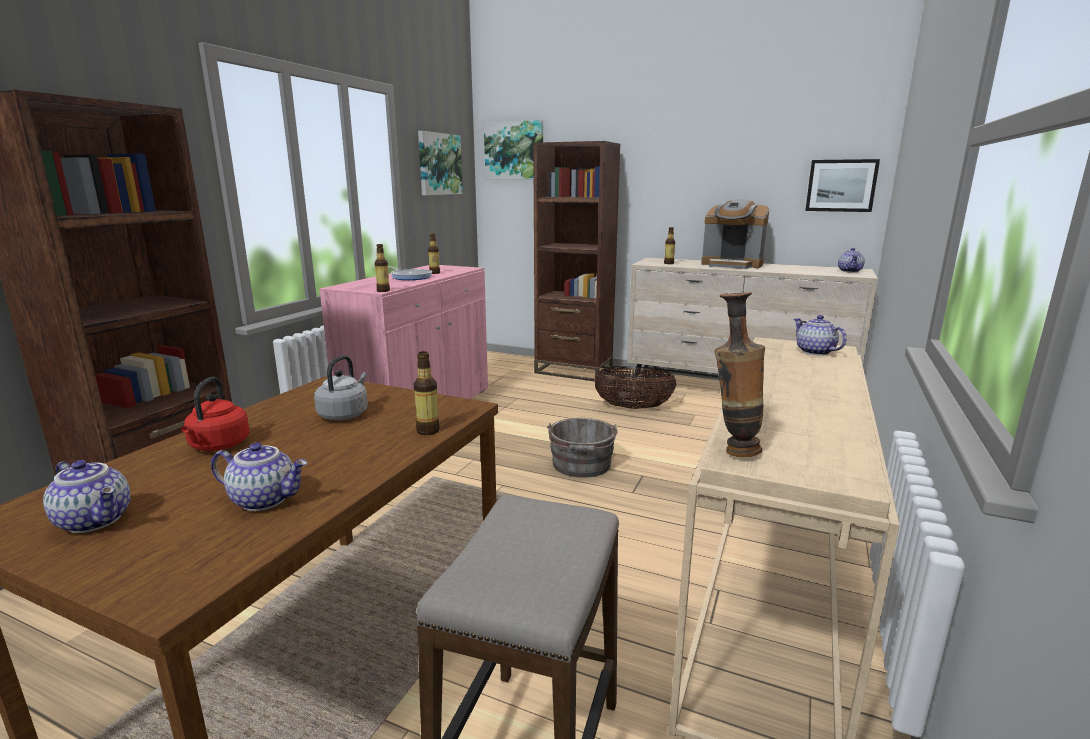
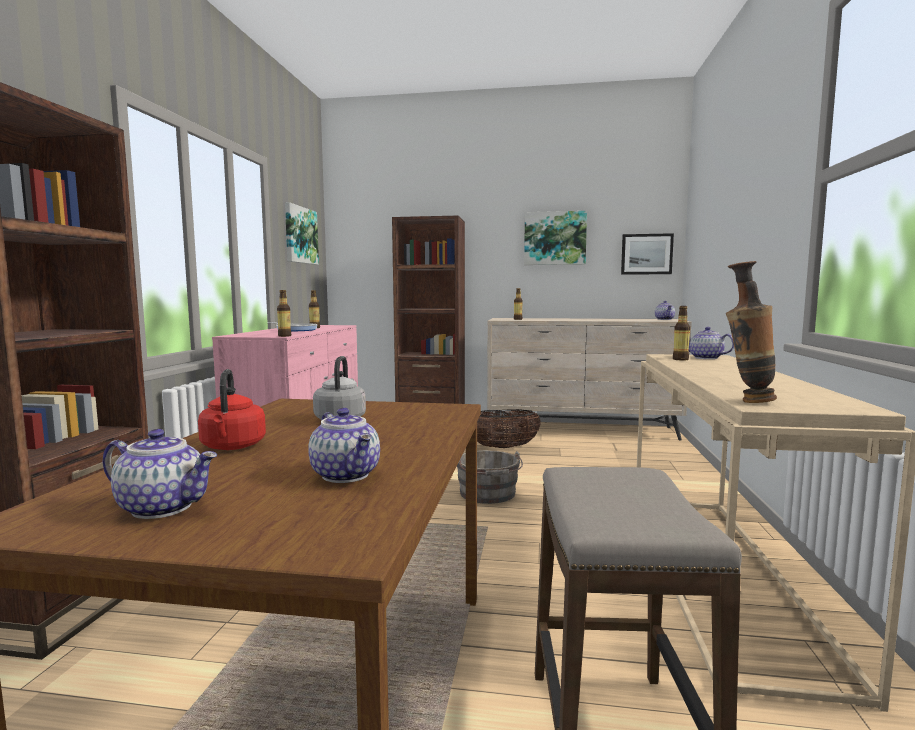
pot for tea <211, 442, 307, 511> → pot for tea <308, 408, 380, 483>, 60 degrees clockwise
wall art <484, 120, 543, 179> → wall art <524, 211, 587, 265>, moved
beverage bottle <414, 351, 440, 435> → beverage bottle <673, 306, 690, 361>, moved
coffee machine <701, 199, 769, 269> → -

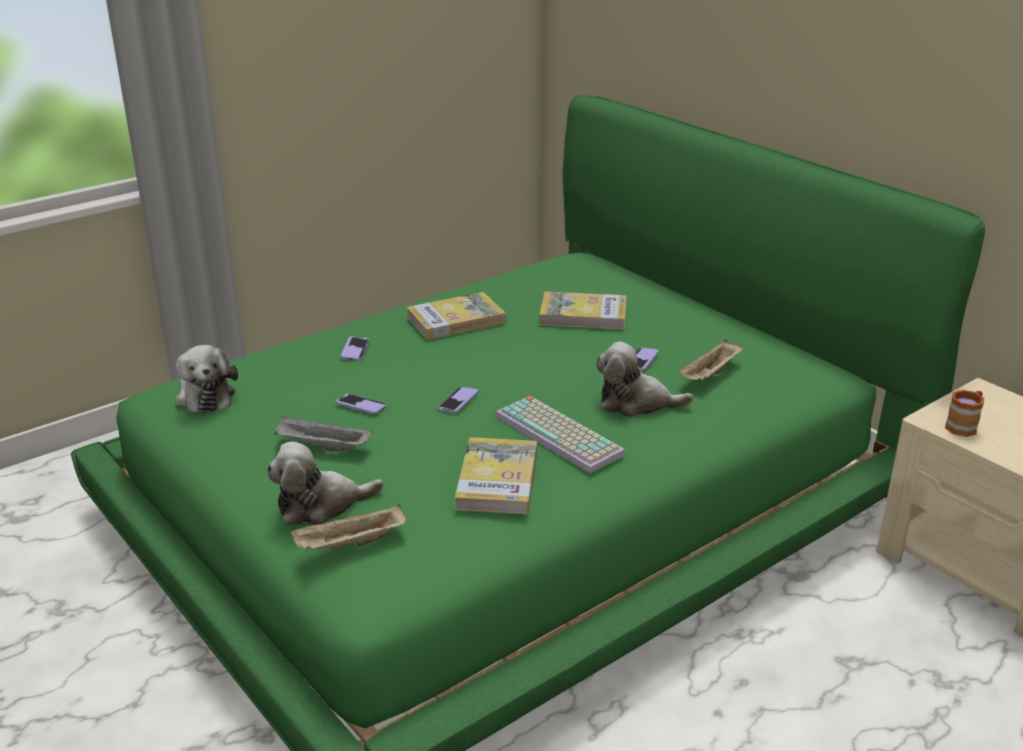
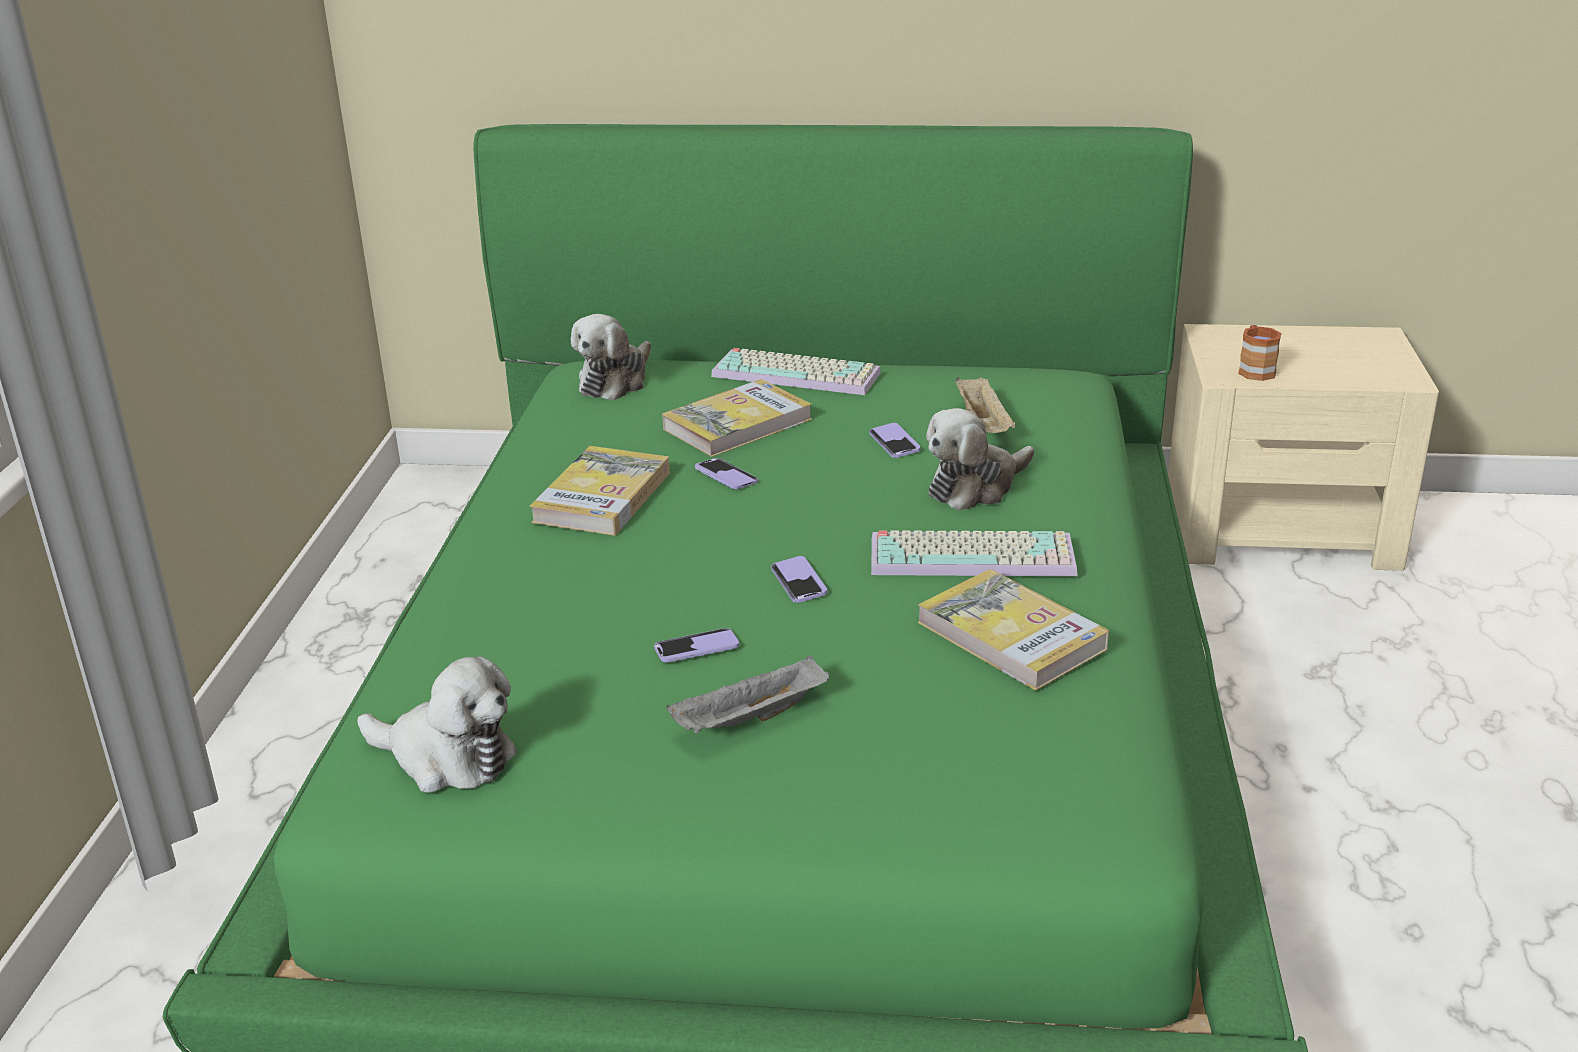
cuddly toy <266, 441, 384, 525> → cuddly toy <571, 314, 651, 400>, moved
telephone <341, 336, 370, 361> → telephone <695, 458, 758, 489>, moved
- → keyboard <711, 348, 881, 395>
serving tray in beige <291, 504, 407, 551> → -

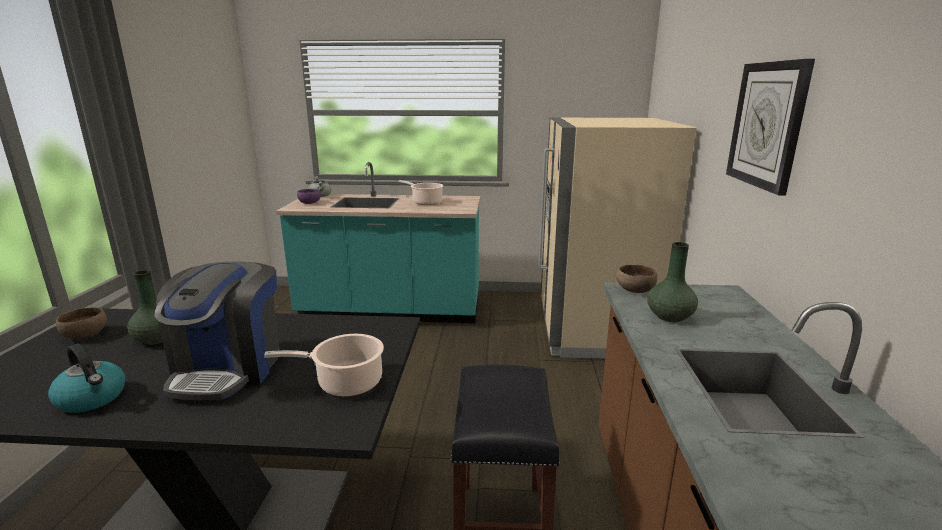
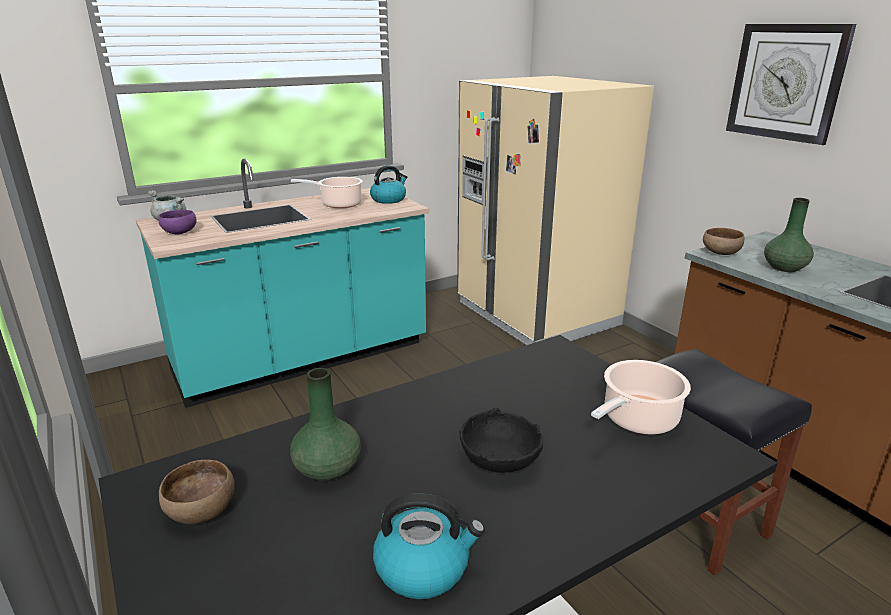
- → tea kettle <370, 165, 407, 204>
coffee machine <154, 261, 280, 400> → serving bowl in blackish <459, 407, 543, 473>

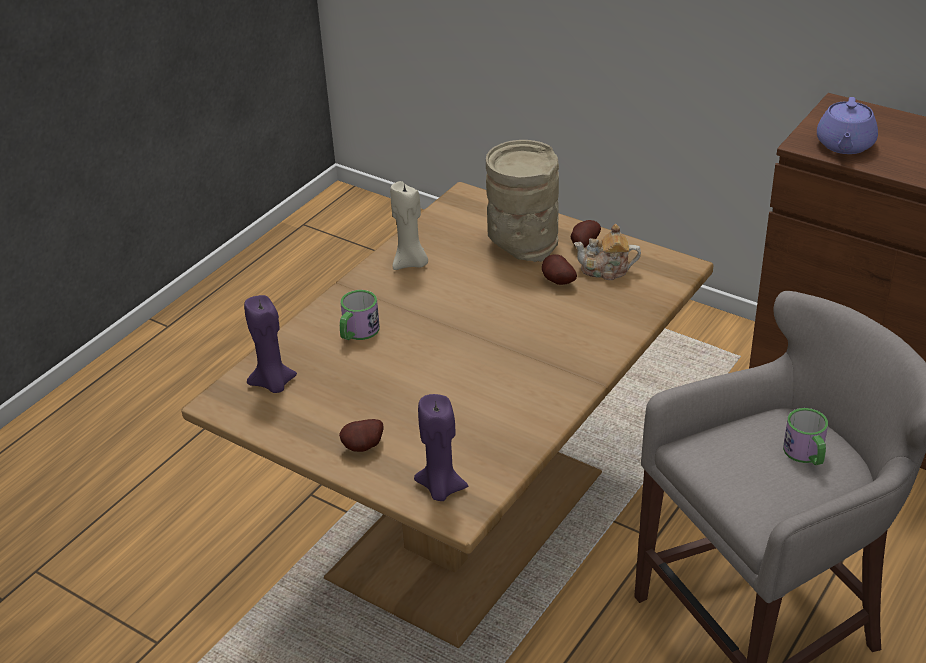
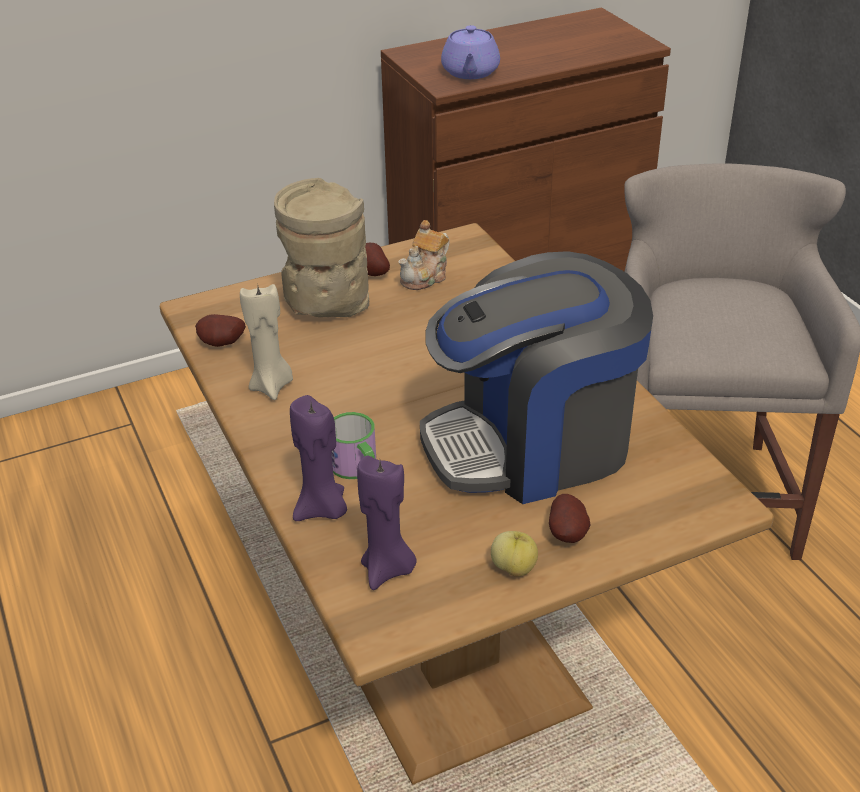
potato <542, 254, 577, 285> → potato <195, 314, 246, 347>, moved
candle in purple-coloured <414, 394, 468, 501> → candle in purple-coloured <290, 395, 347, 521>, moved
- → coffee machine <420, 251, 653, 504>
pot for tea in purple-coloured <817, 97, 878, 154> → pot for tea in purple-coloured <441, 25, 500, 79>, 45 degrees clockwise
- → apple fruit <491, 531, 538, 577>
tea mug <783, 408, 828, 465> → -

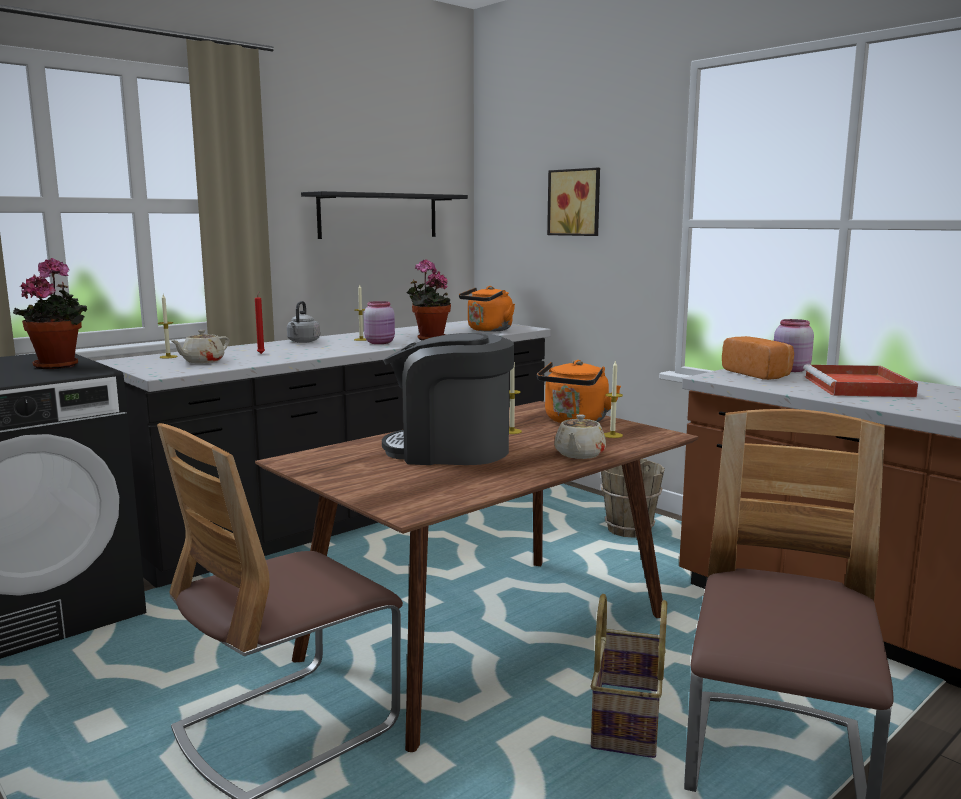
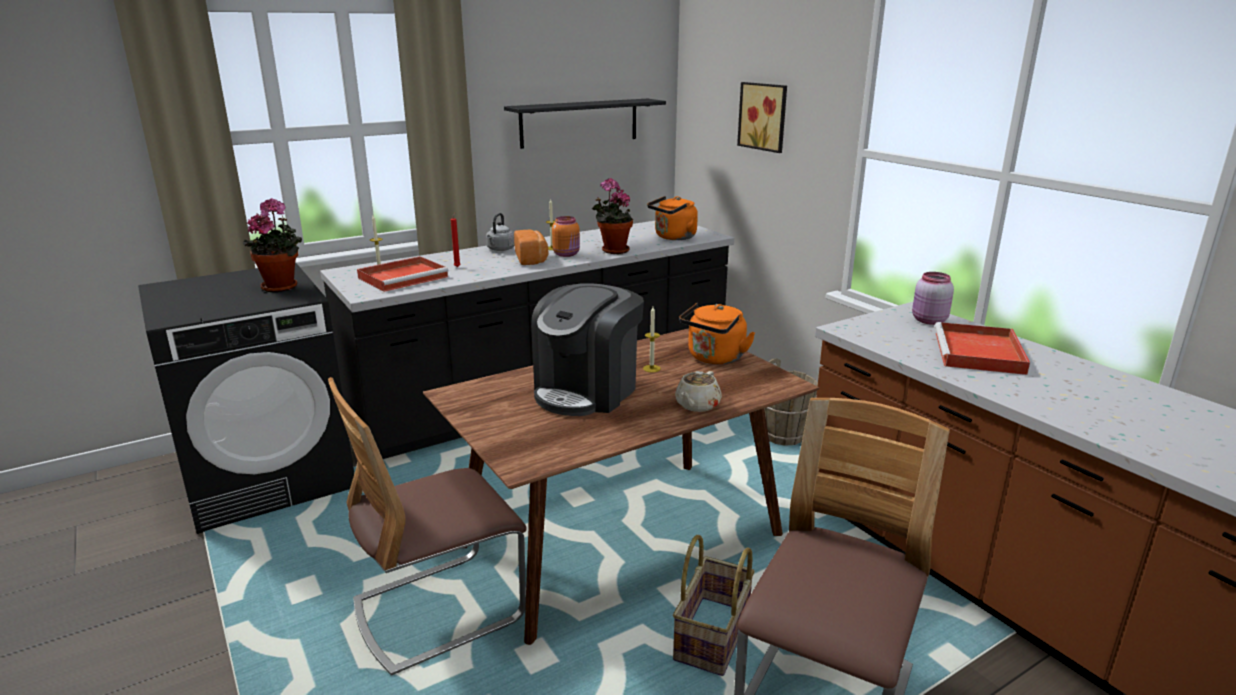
pot for tea in beige <170, 330, 229, 363> → serving tray in red <357, 256, 449, 292>
bread <722, 336, 794, 380> → bread <514, 229, 548, 265>, moved
coffee machine <382, 333, 514, 465> → coffee machine <531, 283, 644, 416>, 75 degrees counterclockwise
jar in pinkish <364, 301, 395, 344> → jar in orange-coloured <552, 216, 580, 257>
candle <604, 361, 623, 438> → -

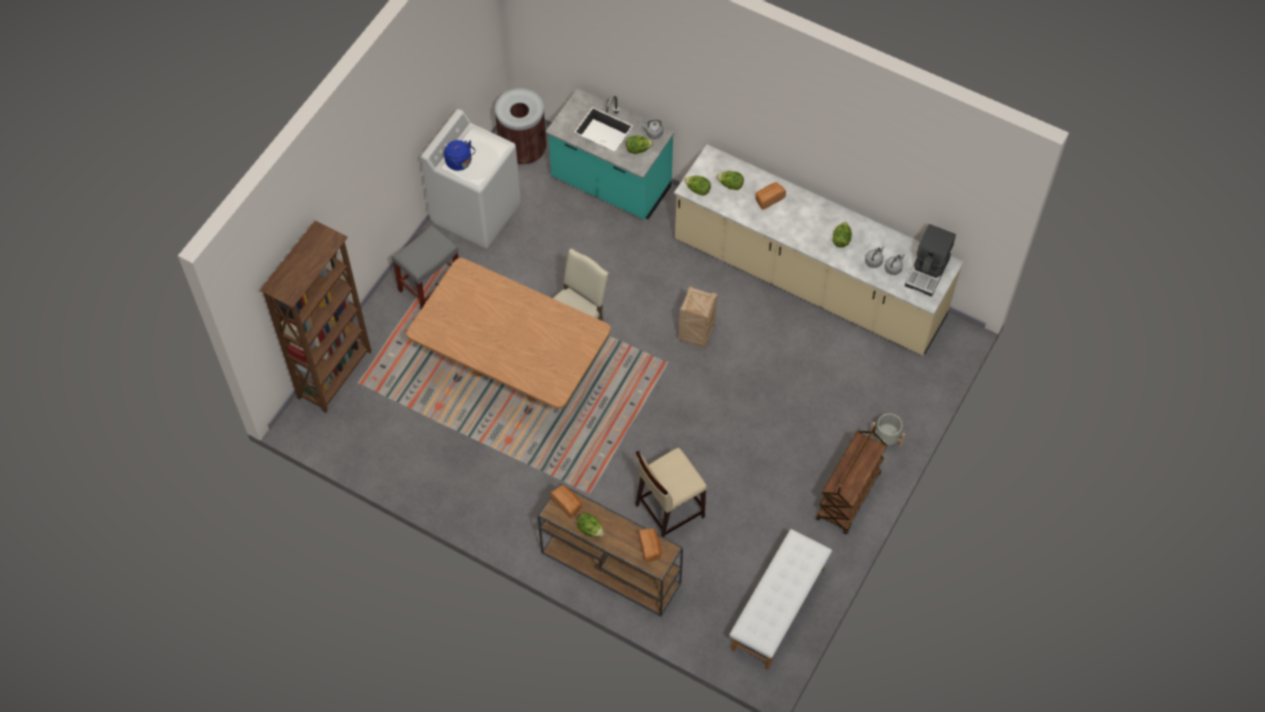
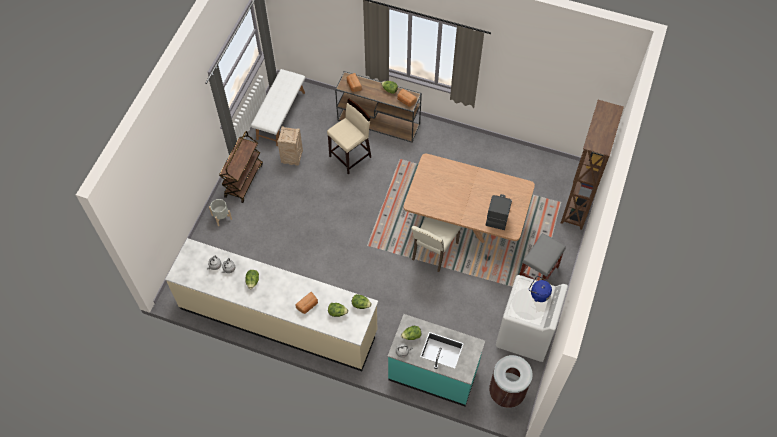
shipping crate <679, 286, 717, 349> → shipping crate <277, 126, 303, 166>, moved
coffee machine <905, 224, 956, 297> → coffee machine <486, 194, 512, 230>, moved

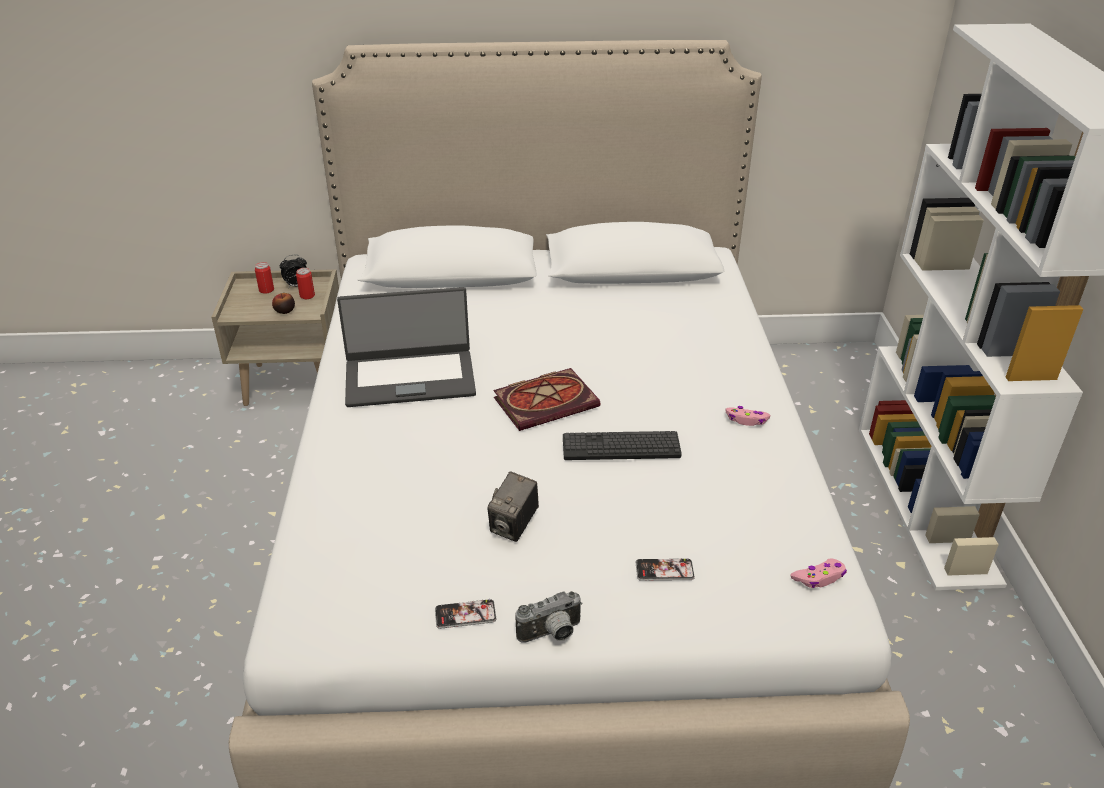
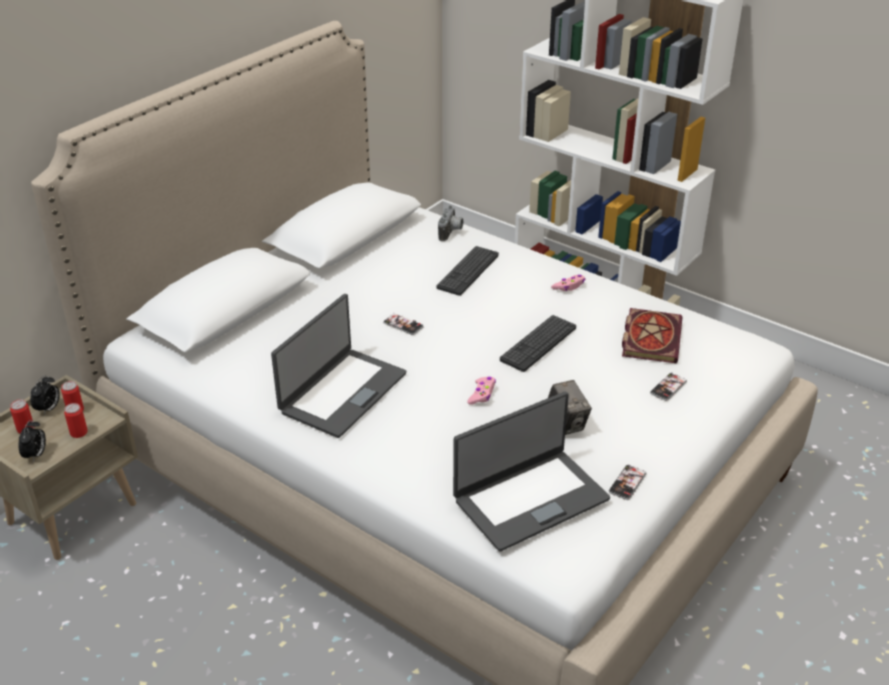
- → bedside clock <18, 420, 46, 462>
apple fruit <272, 293, 295, 314> → metal can <64, 403, 88, 438>
- → telephone <383, 313, 424, 335>
- → keyboard <436, 246, 499, 296>
still camera <516, 591, 583, 643> → still camera <438, 206, 463, 241>, moved
- → portable computer <453, 392, 610, 552>
game controller in pinkish <790, 559, 847, 588> → game controller in pinkish <467, 377, 496, 405>, moved
volume <493, 368, 600, 431> → volume <622, 308, 683, 363>, moved

